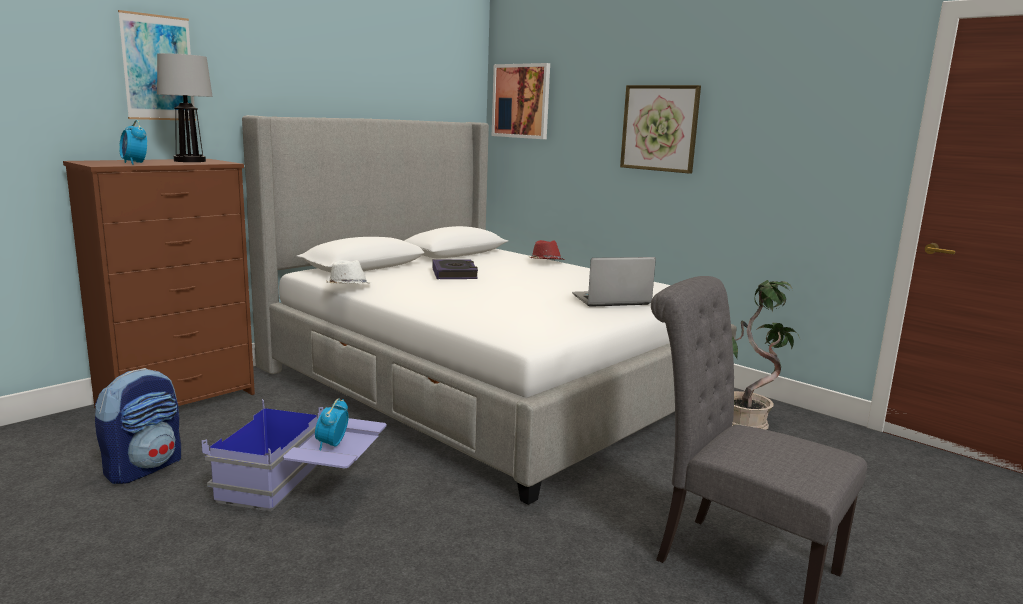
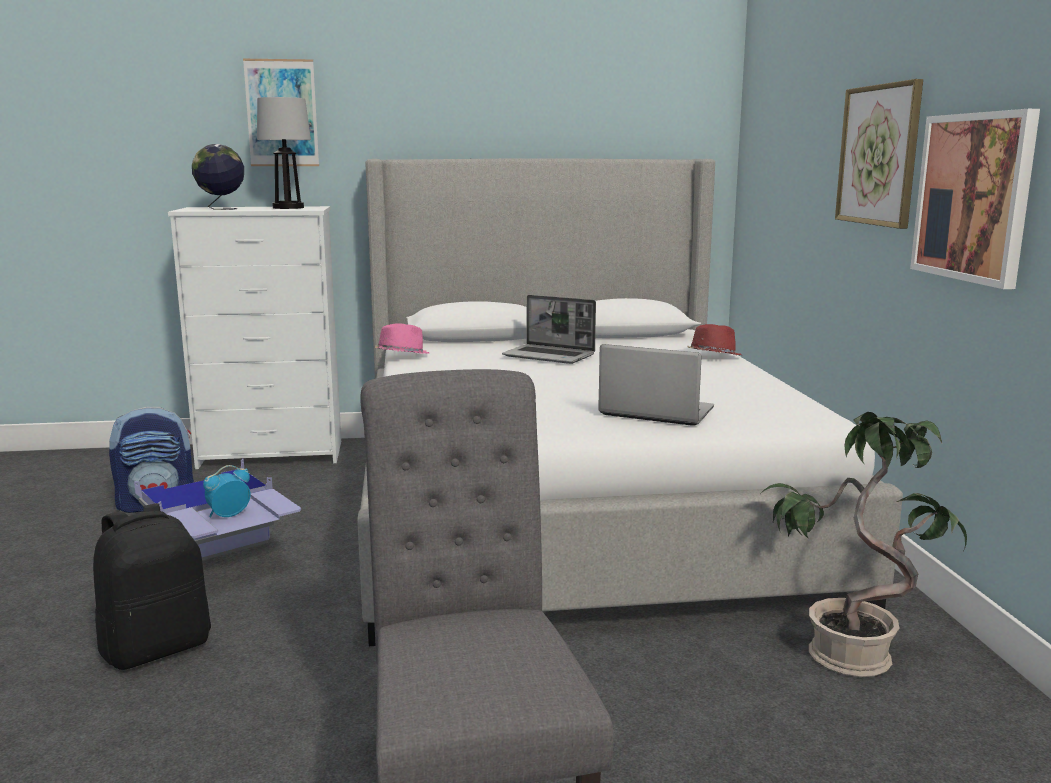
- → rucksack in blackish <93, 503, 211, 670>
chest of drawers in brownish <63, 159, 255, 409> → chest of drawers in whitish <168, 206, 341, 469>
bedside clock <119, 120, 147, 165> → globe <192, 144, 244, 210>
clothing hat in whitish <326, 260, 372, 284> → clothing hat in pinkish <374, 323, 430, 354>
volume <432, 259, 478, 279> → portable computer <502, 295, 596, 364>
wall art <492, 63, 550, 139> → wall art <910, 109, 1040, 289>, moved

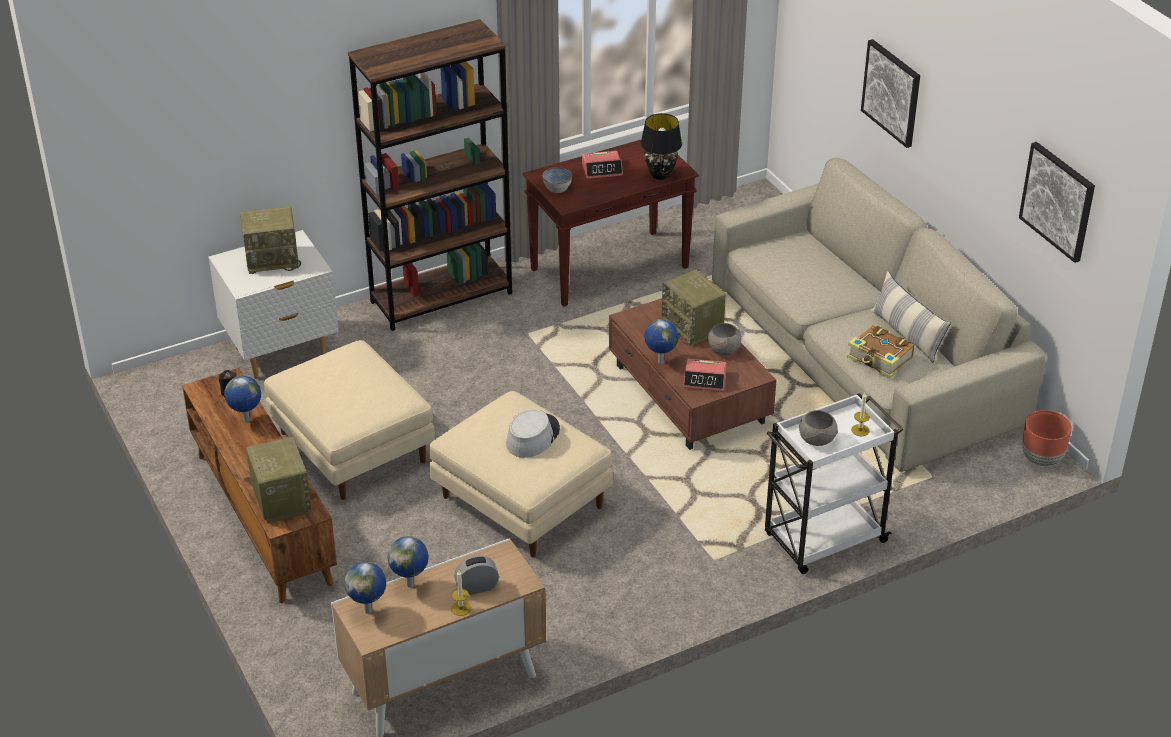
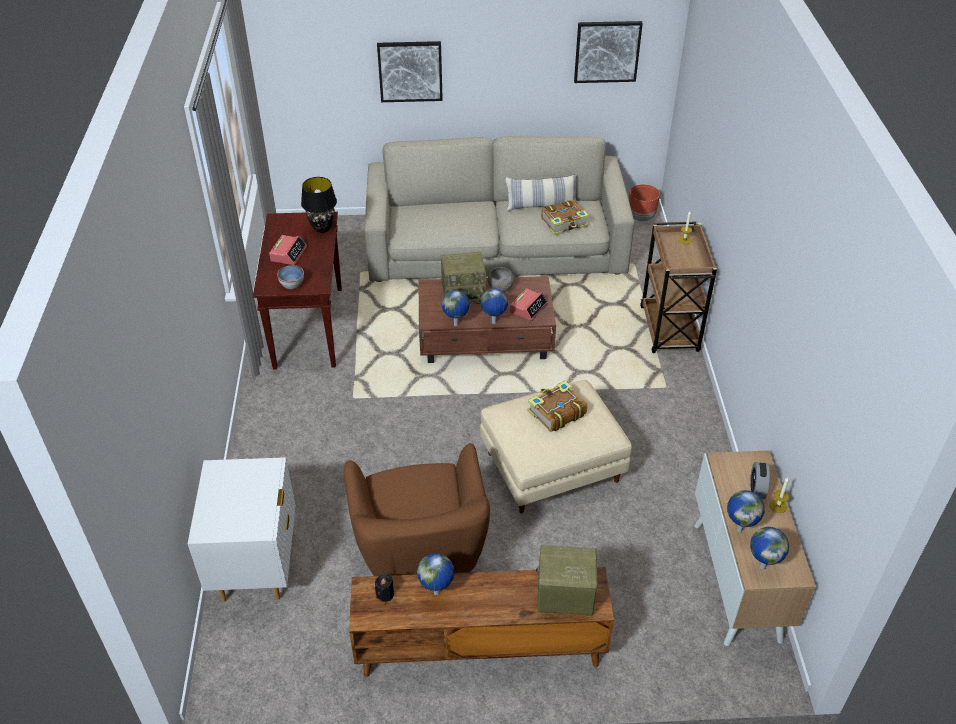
ottoman in beige <264, 340, 435, 500> → armchair in brownish <344, 443, 490, 576>
- → globe <442, 290, 470, 326>
clothing hat in greyish <506, 409, 560, 458> → volume <527, 381, 587, 432>
wheeled cart in whitish <765, 393, 903, 574> → wheeled cart in brownish <640, 221, 717, 353>
radio receiver <240, 206, 301, 274> → -
shelving unit in brownish <348, 19, 512, 331> → -
serving bowl in greyish <799, 410, 838, 446> → -

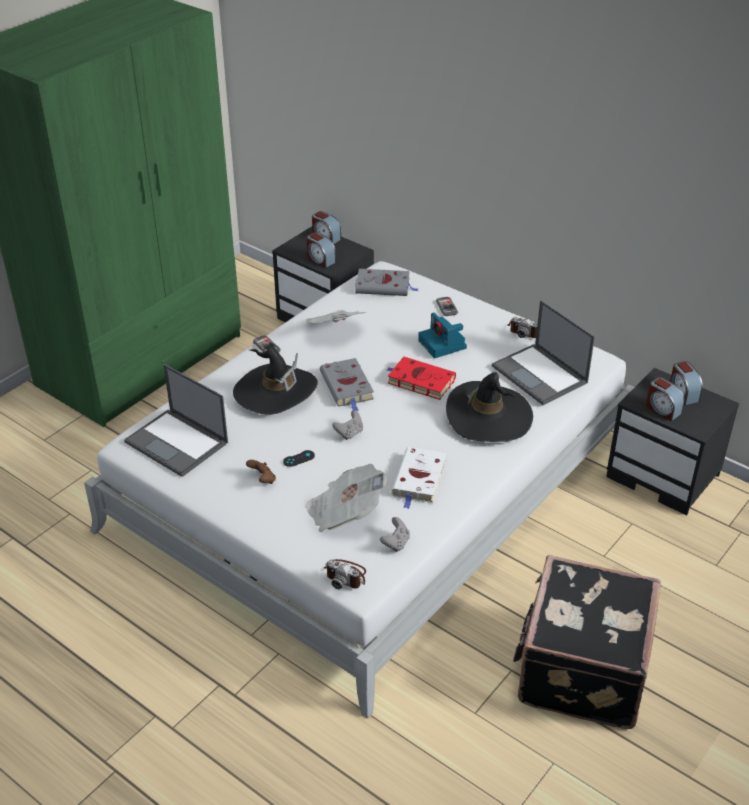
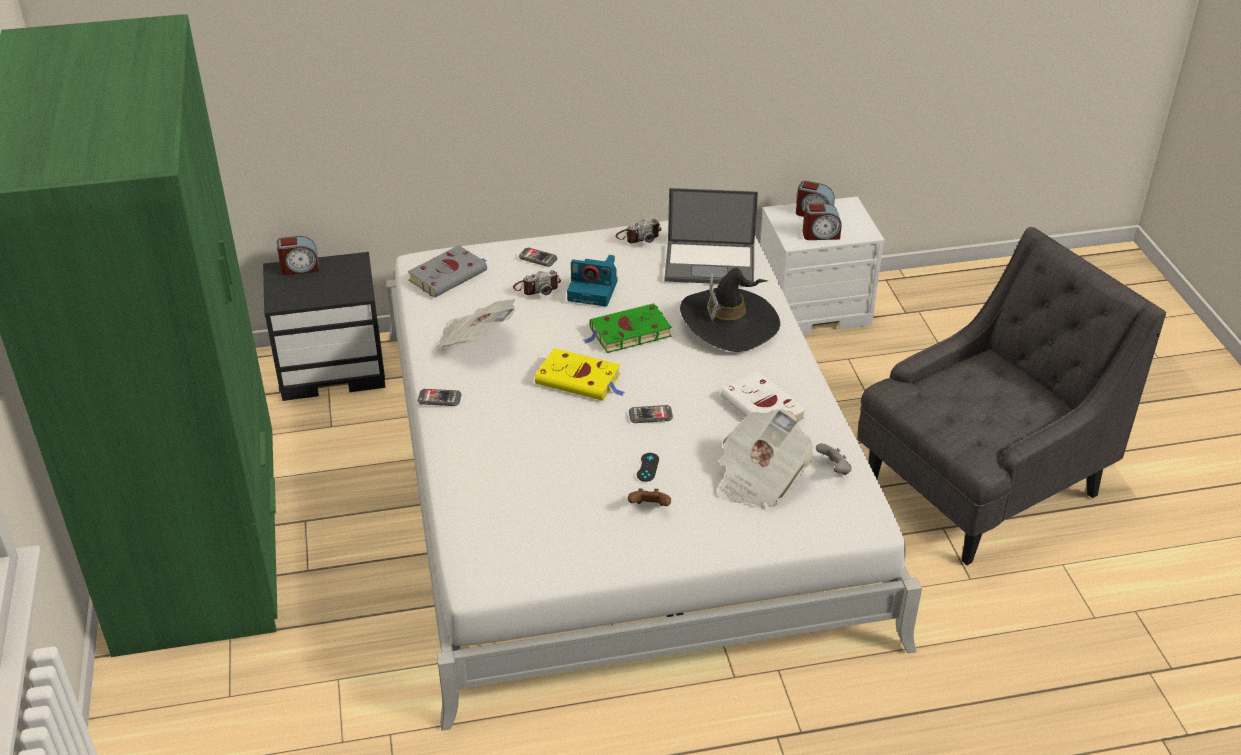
still camera <323, 559, 366, 589> → still camera <513, 270, 561, 295>, moved
volume in greyish <320, 358, 374, 411> → volume in yellow-coloured <535, 348, 625, 401>
volume in red <387, 357, 456, 400> → volume in green <583, 303, 672, 353>
game controller in greyish <332, 410, 363, 440> → telephone <629, 405, 673, 423>
bedside table in blackish <606, 368, 739, 515> → bedside table in whitish <760, 197, 885, 334>
travel case in blackish <513, 555, 661, 729> → armchair in greyish <857, 227, 1166, 565>
portable computer <124, 364, 228, 477> → -
clothing hat in blackish <233, 345, 318, 415> → -
bedside clock <306, 232, 336, 268> → -

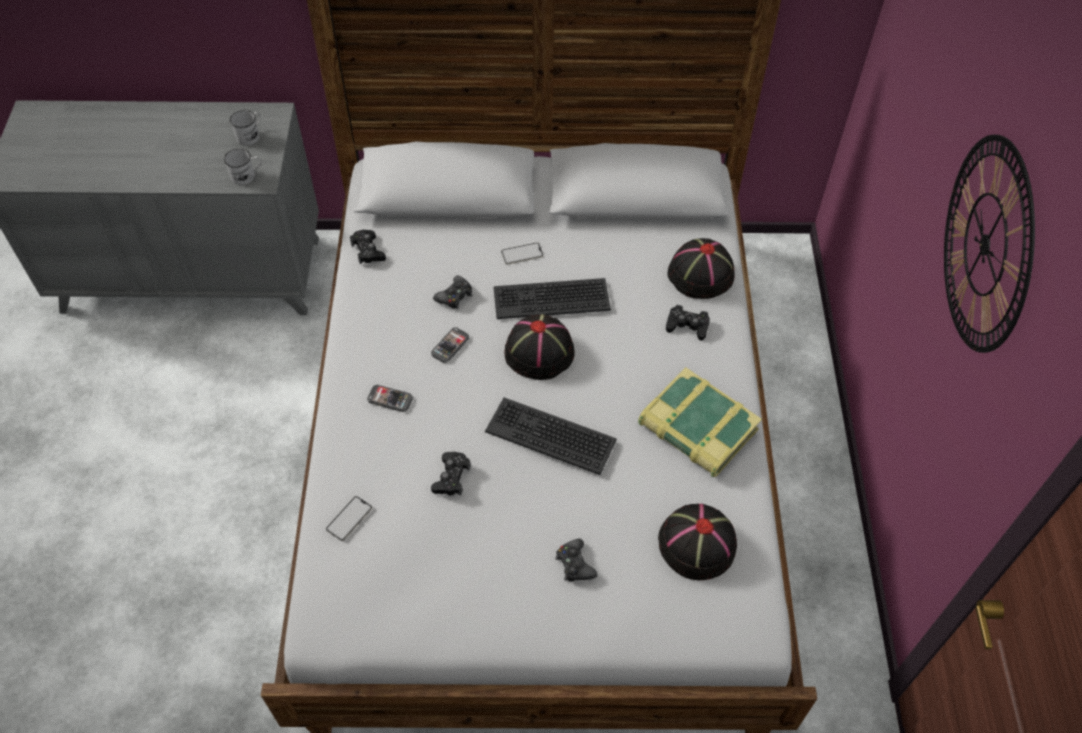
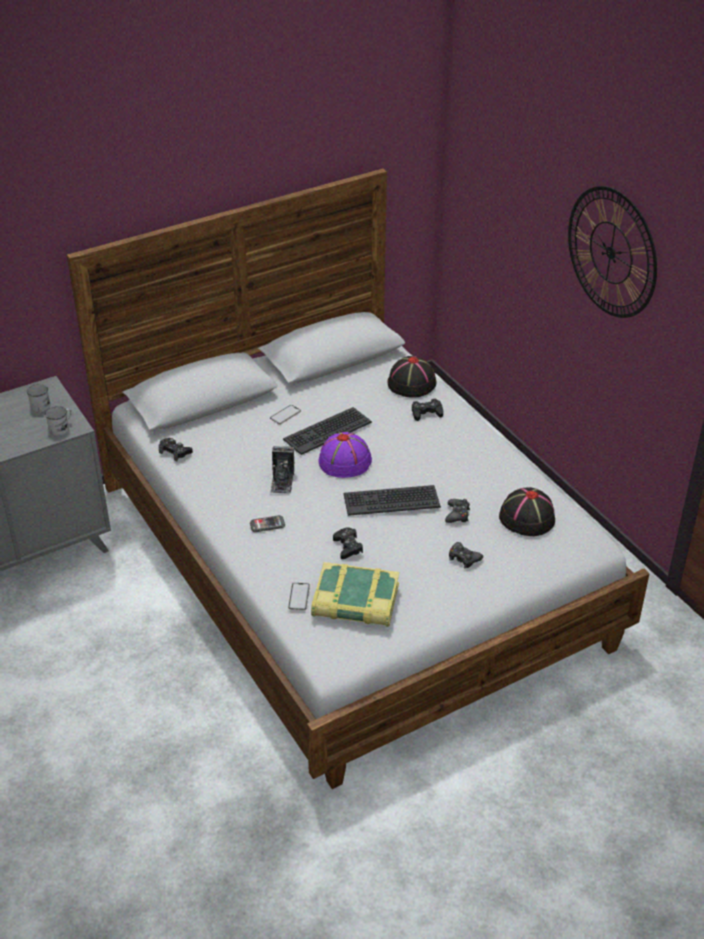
telephone <431, 327, 469, 363> → still camera <270, 446, 294, 494>
volume <638, 367, 762, 477> → volume <311, 562, 400, 627>, moved
clothing hat in blackish <504, 314, 575, 380> → clothing hat in purple-coloured <319, 432, 372, 478>
game controller in blackish <433, 275, 472, 309> → game controller in blackish <445, 499, 470, 523>, moved

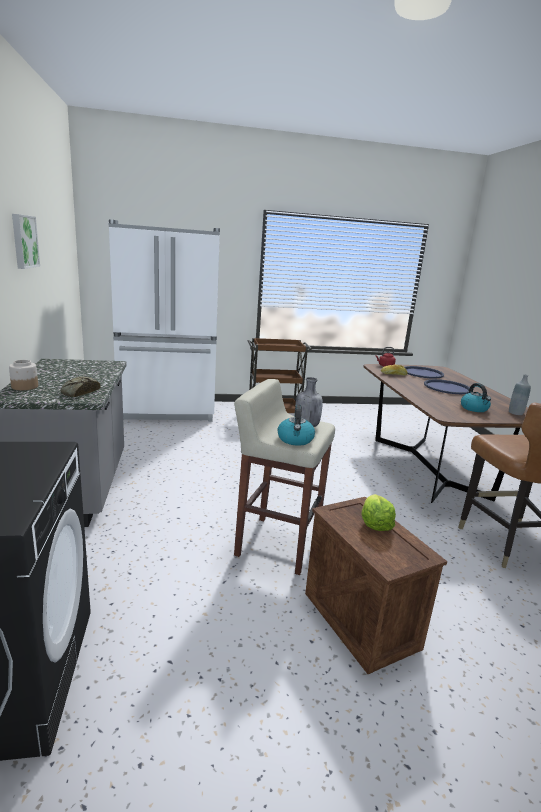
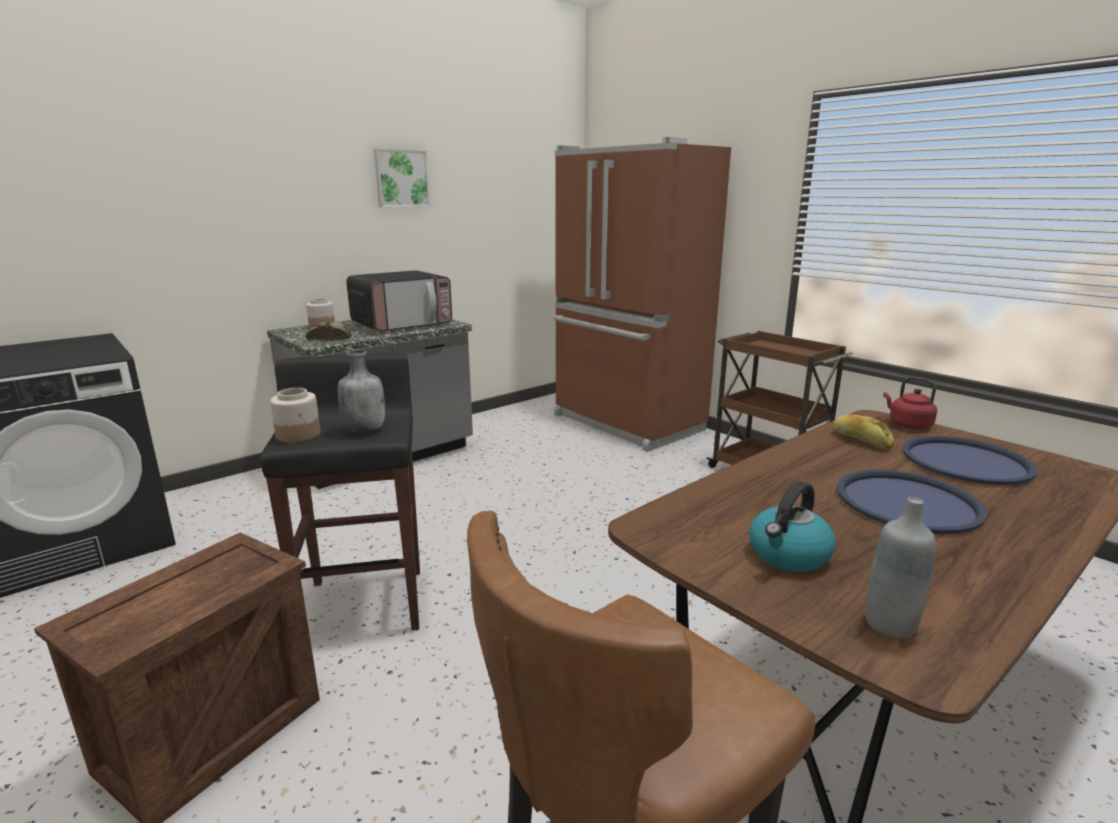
stool in beige <234, 379, 335, 575> → stool in blackish <261, 353, 420, 631>
tea kettle <277, 405, 315, 446> → jar <270, 388, 320, 443>
- → microwave oven <346, 270, 452, 332>
fridge in whitish <109, 219, 220, 422> → fridge in brownish <553, 137, 731, 452>
head of lettuce <362, 494, 396, 531> → -

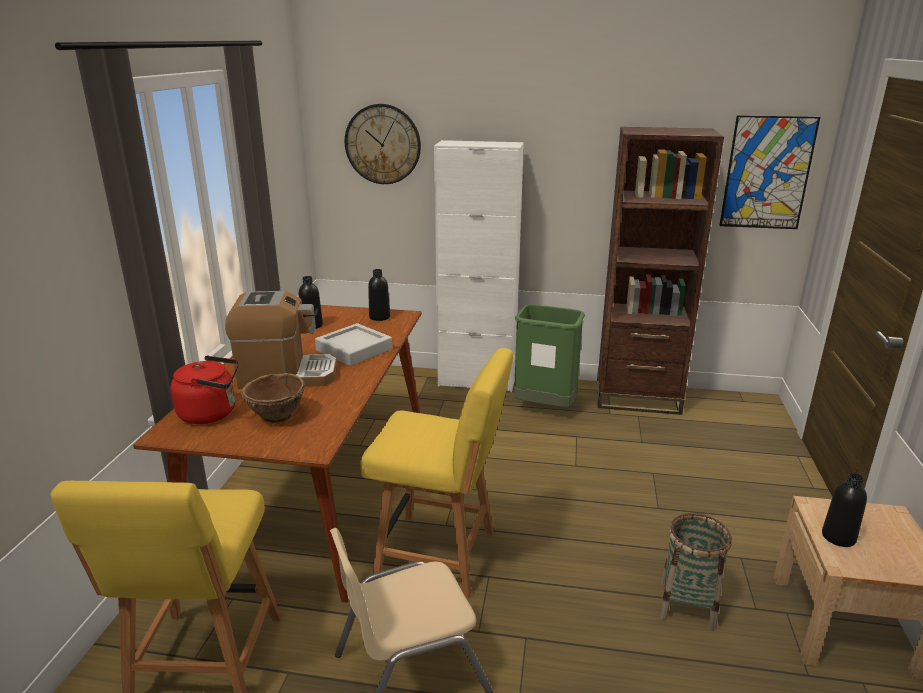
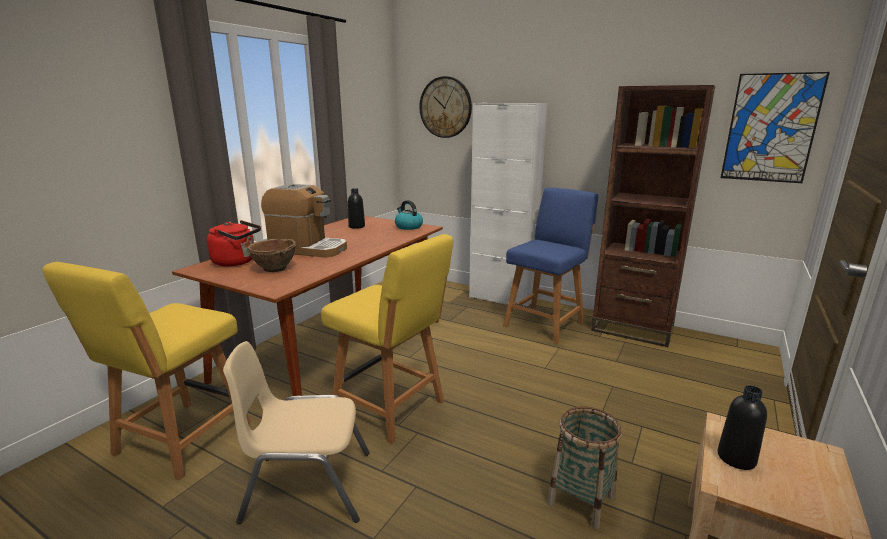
beverage bottle in blackish <368, 269, 390, 321> → tea kettle <395, 200, 423, 230>
rubbish bin in green <514, 304, 585, 407> → chair in blue-coloured <503, 187, 598, 344>
serving tray in greyish <315, 323, 392, 366> → -

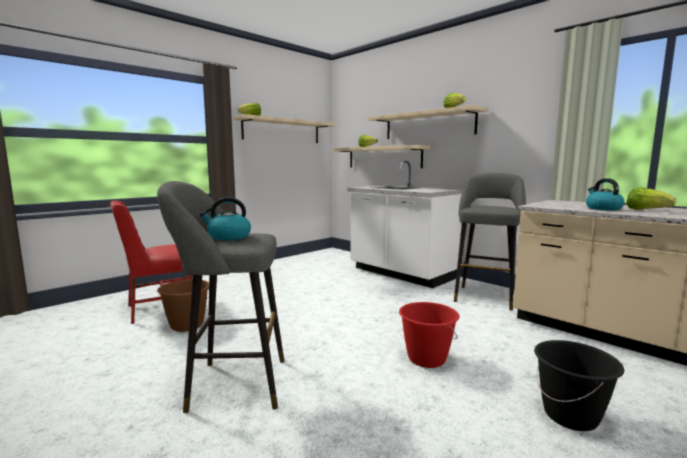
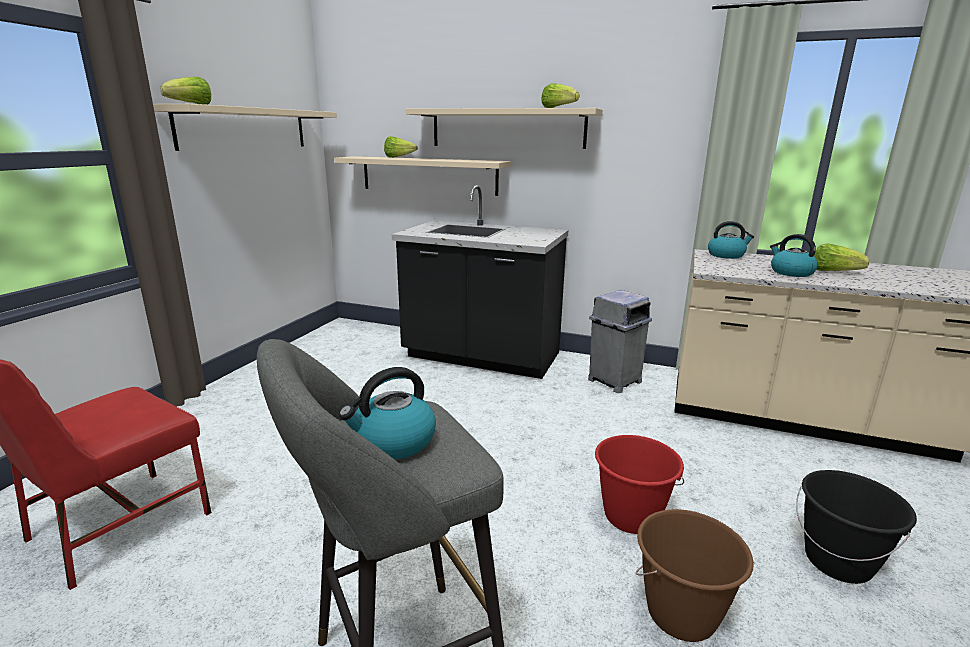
kitchen base unit in whitish <348, 161, 464, 288> → kitchen base unit in blackish <392, 185, 568, 379>
stool in greyish <454, 173, 526, 311> → rubbish bin in greyish <588, 290, 652, 393>
pail in brownish <157, 279, 209, 332> → pail in brownish <636, 509, 754, 642>, moved
- → tea kettle <708, 221, 754, 259>

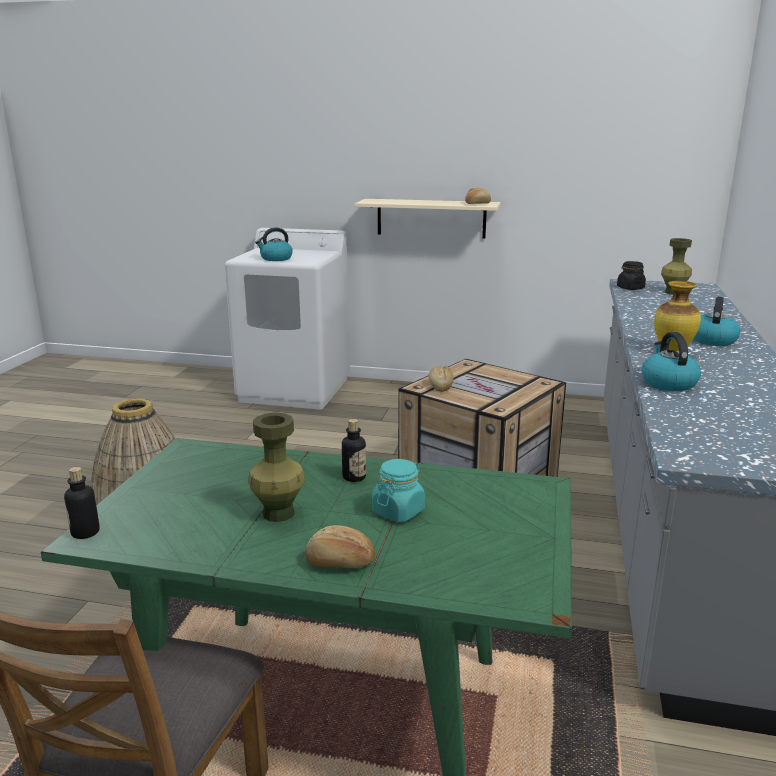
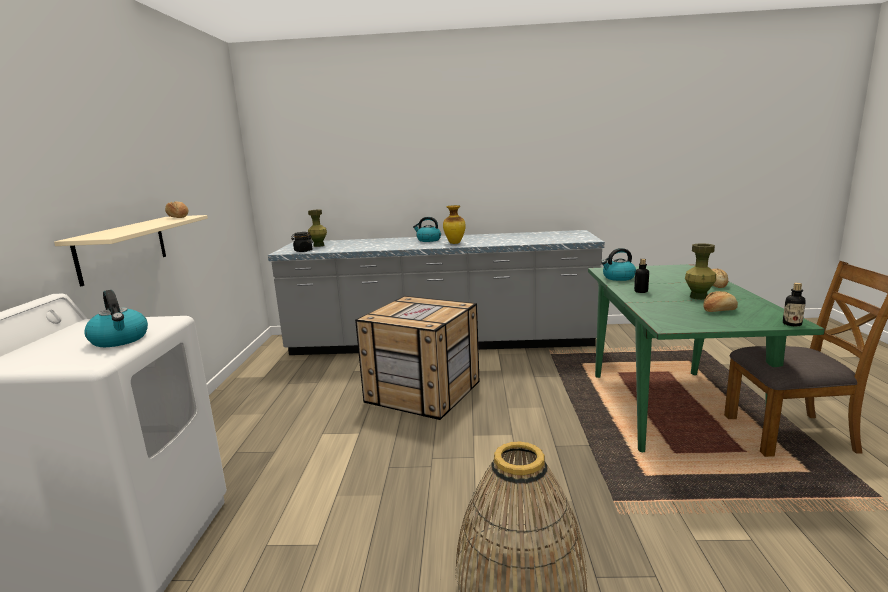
tea kettle <642, 332, 701, 391> → tea kettle <601, 248, 636, 281>, moved
bread <429, 366, 453, 392> → bread <703, 291, 738, 312>, moved
jar in turquoise-coloured <372, 459, 425, 522> → -

